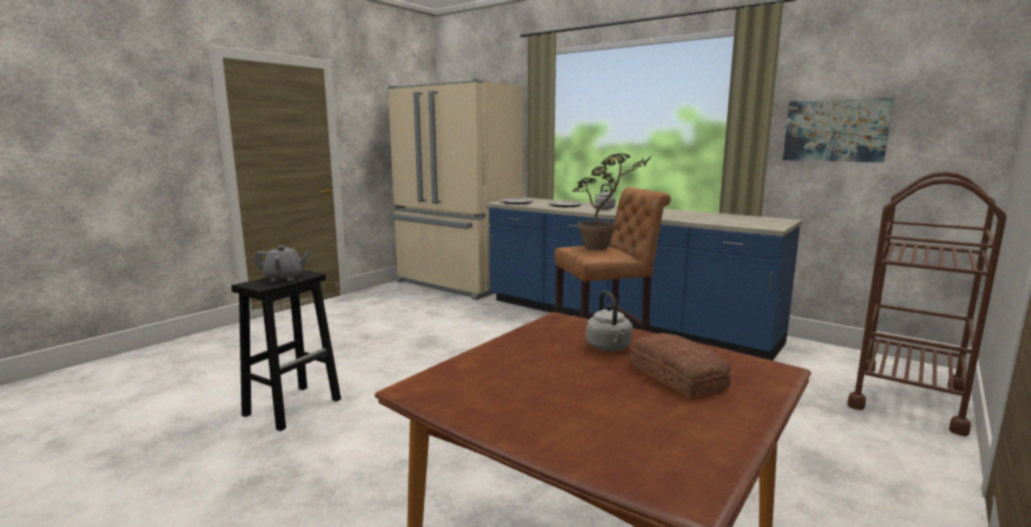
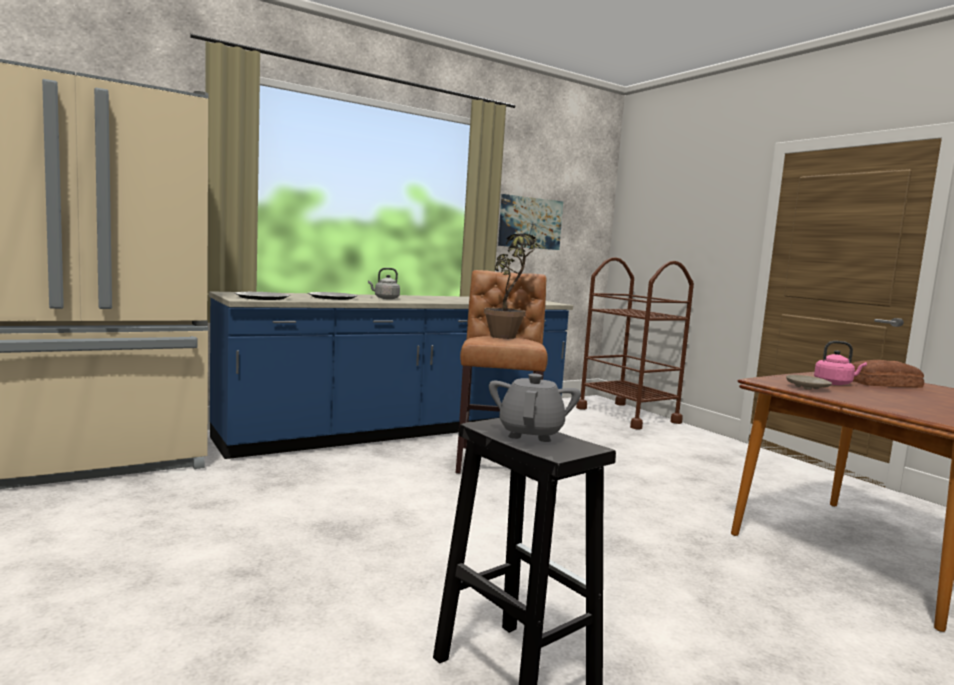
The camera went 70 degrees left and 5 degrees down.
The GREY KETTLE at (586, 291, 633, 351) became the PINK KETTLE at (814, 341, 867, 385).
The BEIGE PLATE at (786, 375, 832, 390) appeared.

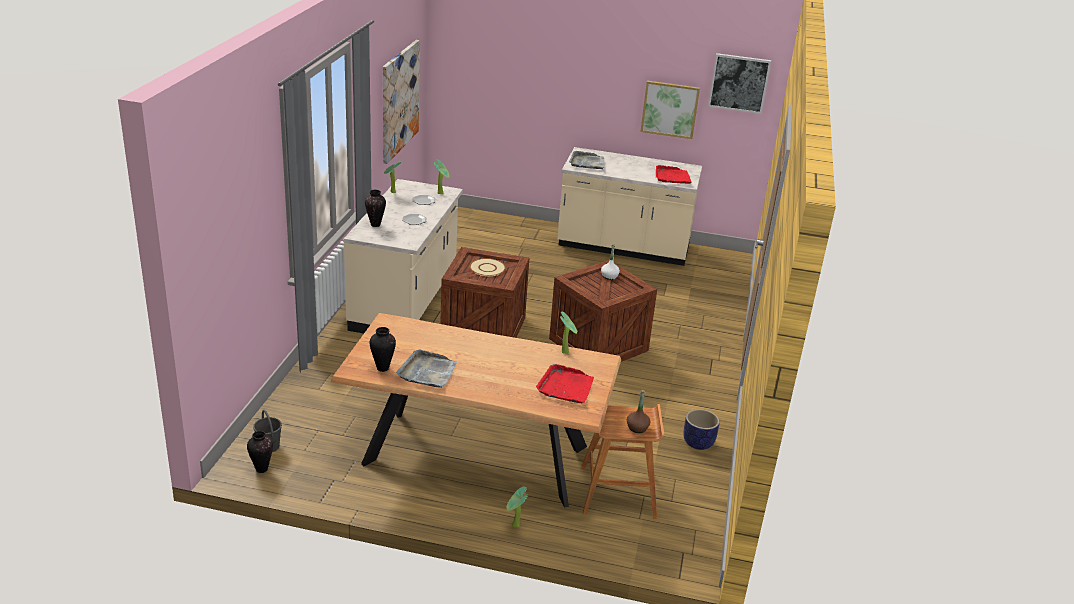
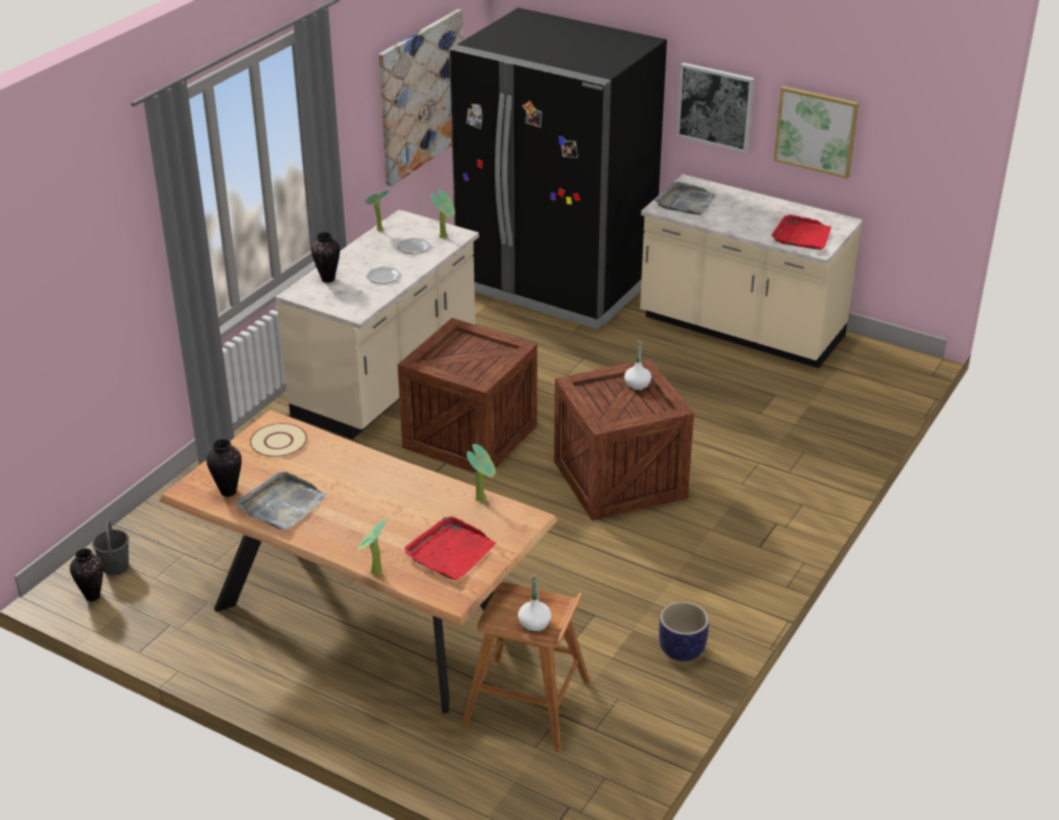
The camera went 20 degrees right and 5 degrees up.
The BEIGE PLATE moved from (470, 258, 506, 276) to (250, 423, 307, 457).
The POTTED PLANT moved from (506, 487, 528, 527) to (358, 520, 387, 576).
The BROWN BOTTLE at (627, 390, 651, 433) became the WHITE BOTTLE at (518, 574, 551, 632).
The PICTURE moved from (708, 53, 771, 114) to (676, 62, 755, 153).
The BLACK FRIDGE at (449, 8, 667, 329) appeared.

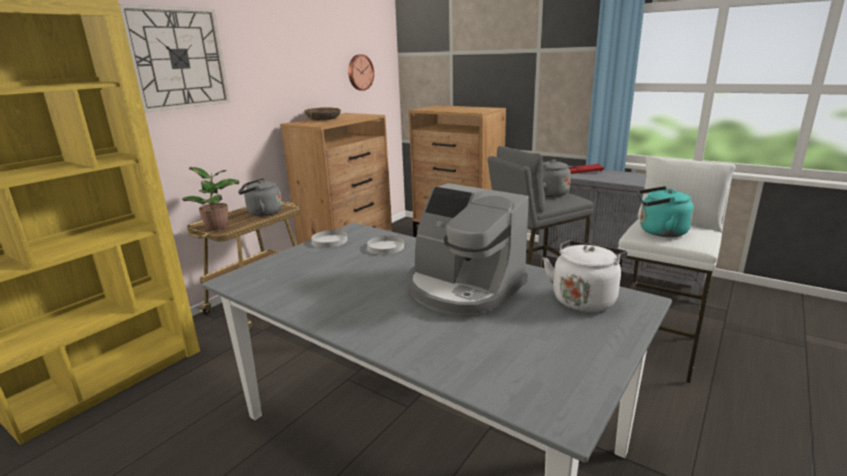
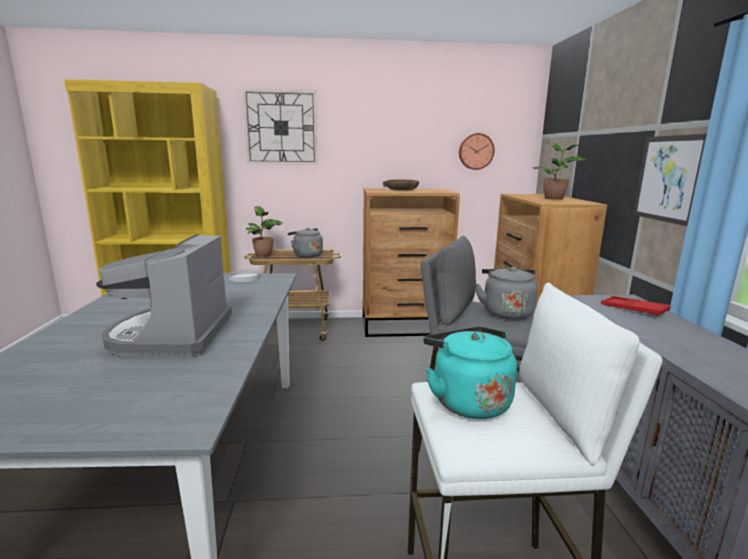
The camera went 50 degrees right and 5 degrees down.
The WHITE PLATE at (367, 236, 404, 255) disappeared.
The WHITE KETTLE at (543, 241, 628, 312) disappeared.
The POTTED PLANT at (533, 142, 587, 200) appeared.
The PICTURE at (633, 134, 707, 226) appeared.

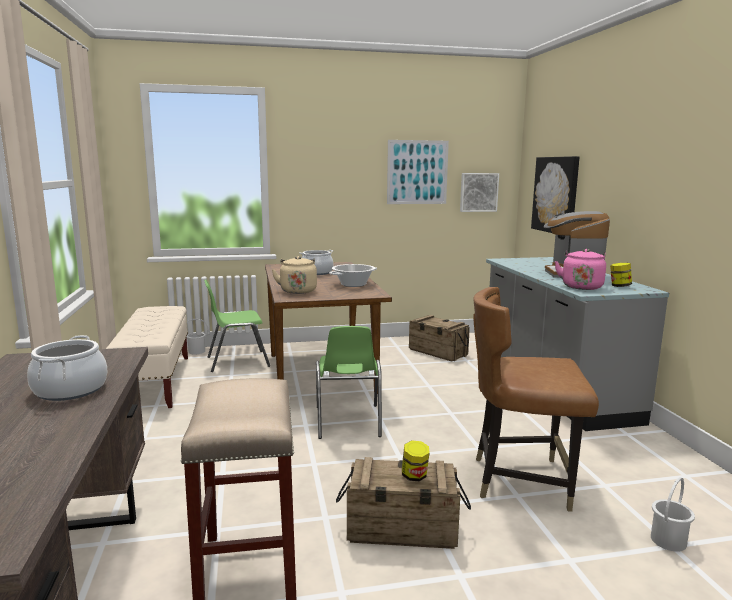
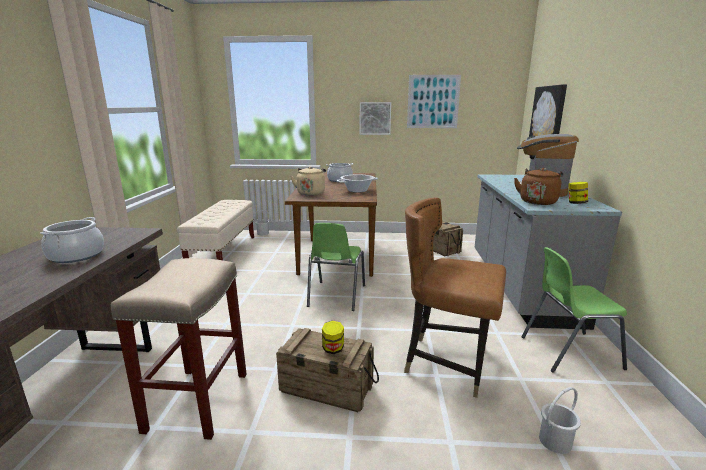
The camera went 15 degrees right and 5 degrees up.
The GREEN CHAIR moved from (204, 280, 270, 372) to (522, 247, 627, 373).
The PICTURE moved from (460, 173, 499, 212) to (360, 102, 391, 135).
The PINK KETTLE at (555, 249, 606, 290) became the BROWN KETTLE at (514, 168, 564, 205).

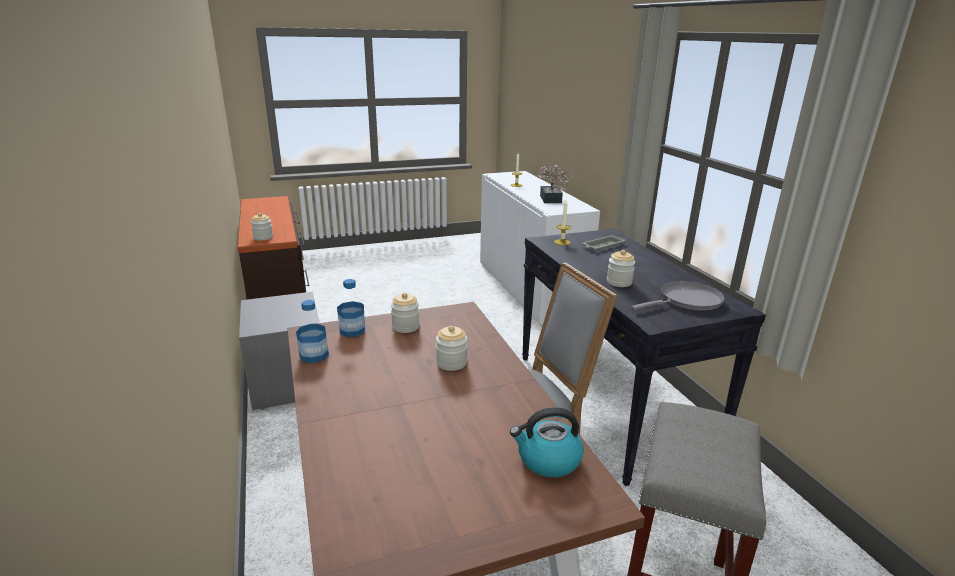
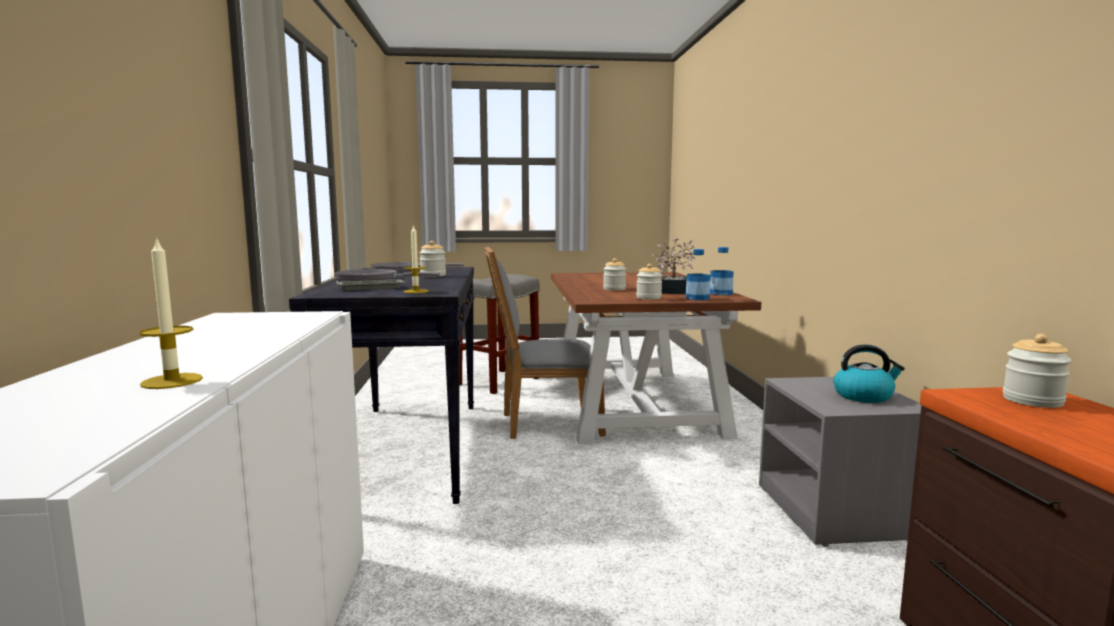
The camera went 165 degrees left and 15 degrees down.
The KETTLE moved from (510, 407, 584, 477) to (833, 345, 905, 403).
The POTTED PLANT moved from (537, 164, 572, 203) to (653, 238, 696, 294).
The GREY FRYING PAN at (335, 269, 440, 281) appeared.

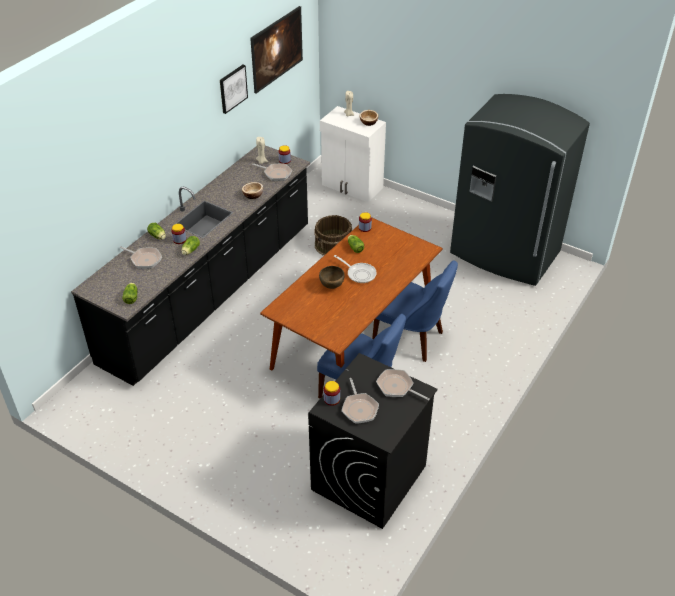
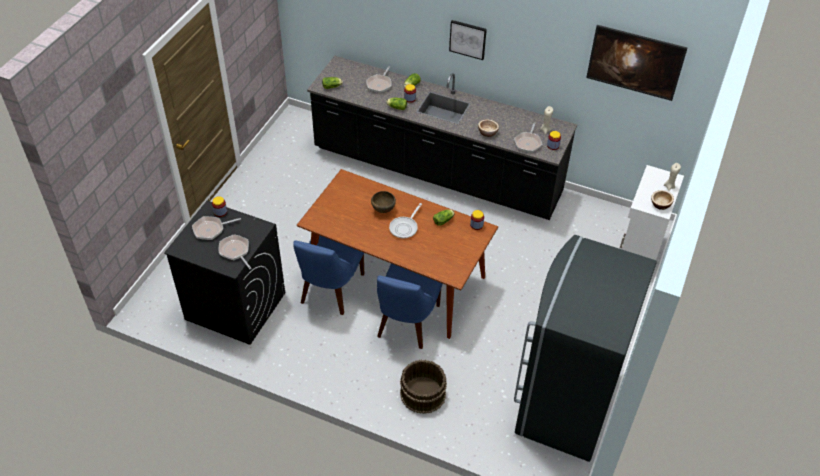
The camera went 80 degrees right and 5 degrees up.
The PICTURE moved from (220, 65, 248, 114) to (449, 20, 487, 60).
The BROWN BUCKET moved from (314, 215, 352, 255) to (400, 360, 447, 414).
The FRYING PAN at (376, 369, 430, 400) turned 60 degrees counterclockwise.

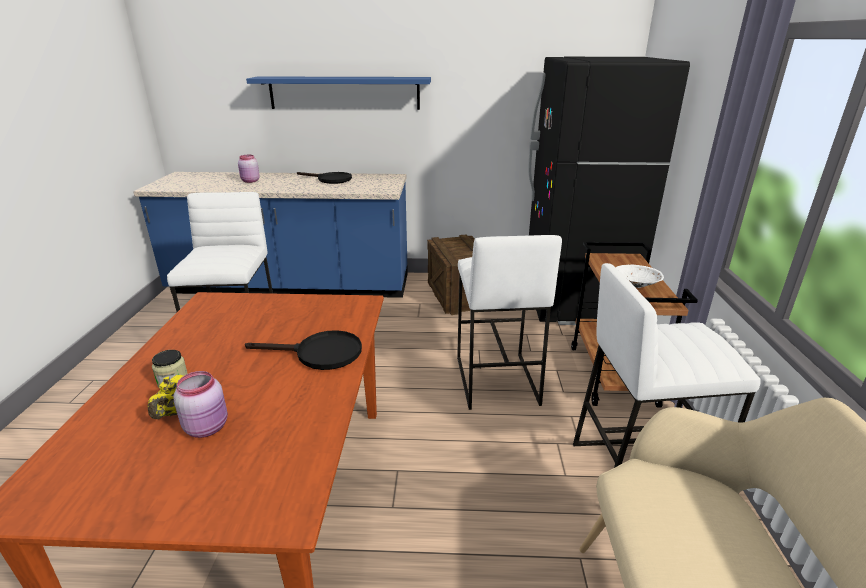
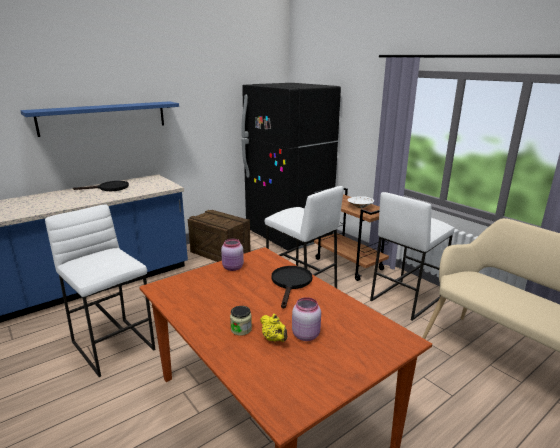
The camera went 40 degrees left and 5 degrees down.
The PINK JAR moved from (238, 155, 260, 183) to (221, 239, 244, 271).
The BLACK FRYING PAN at (245, 330, 362, 370) turned 45 degrees counterclockwise.

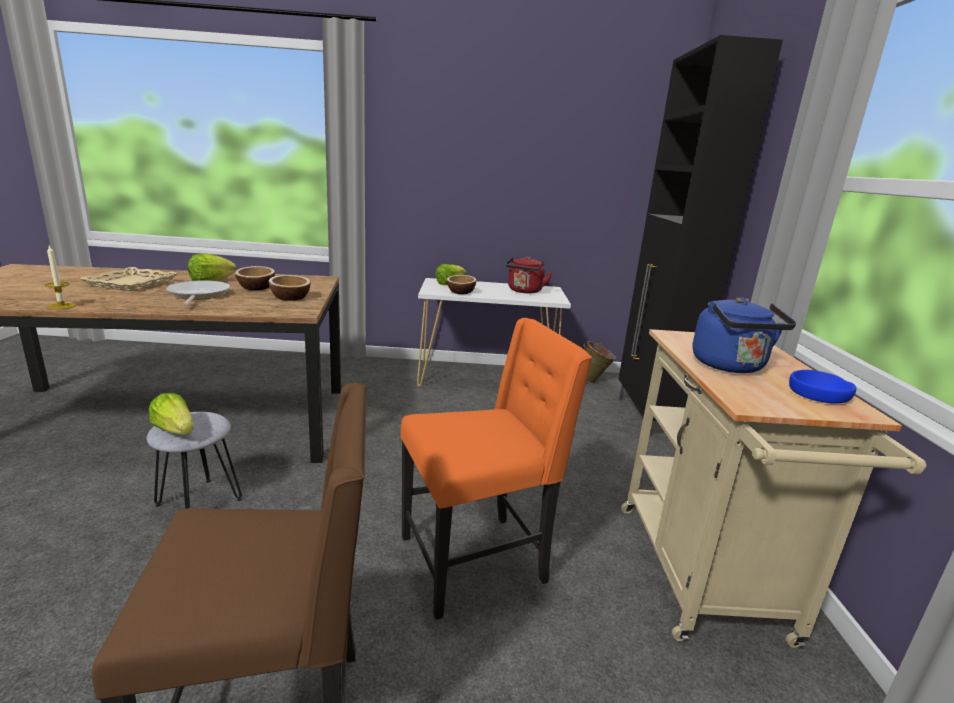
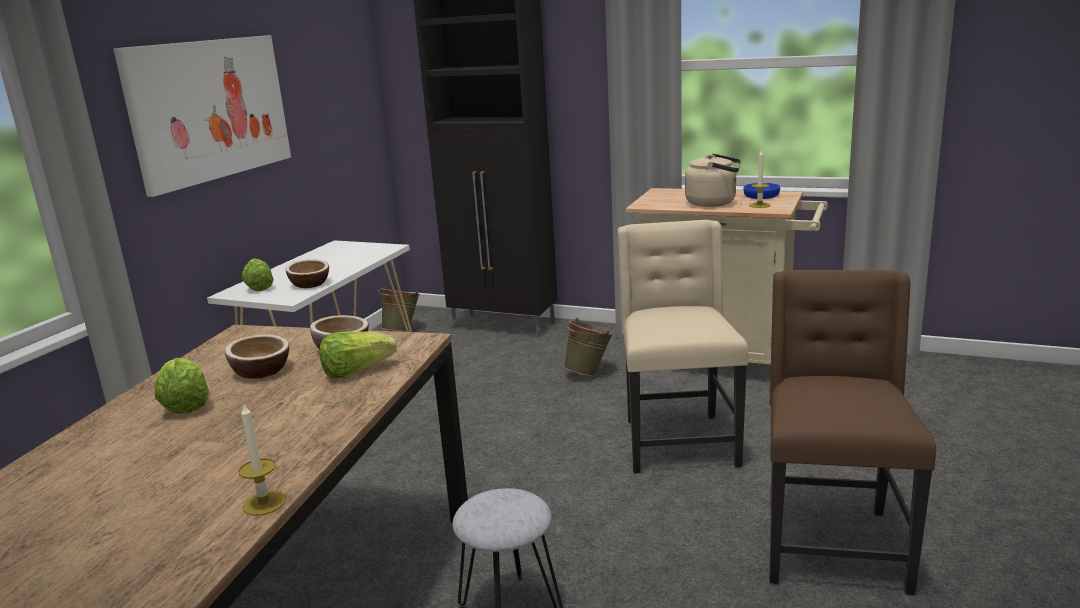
The camera went 65 degrees left and 0 degrees up.
The BEIGE TRAY at (80, 267, 178, 291) disappeared.
The LETTUCE moved from (149, 393, 193, 435) to (319, 331, 396, 379).
The FRYING PAN at (166, 280, 230, 306) disappeared.
The ORANGE CHAIR at (400, 318, 592, 620) became the BEIGE CHAIR at (618, 220, 748, 474).
The RED KETTLE at (506, 256, 552, 293) disappeared.
The BLUE KETTLE at (693, 297, 796, 373) became the BEIGE KETTLE at (685, 154, 741, 207).
The PICTURE at (113, 35, 291, 197) appeared.
The GREEN BUCKET at (564, 318, 614, 376) appeared.
The CANDLE at (749, 149, 771, 208) appeared.

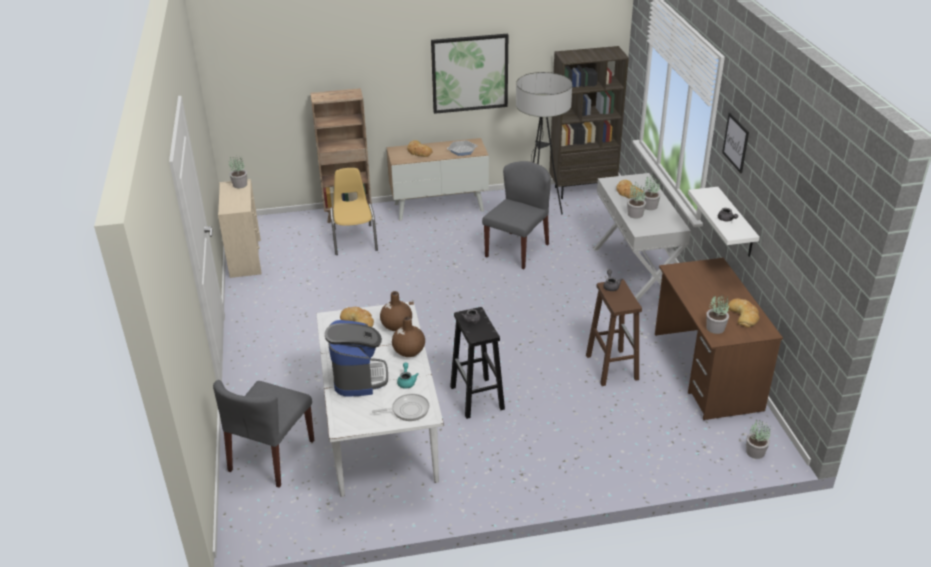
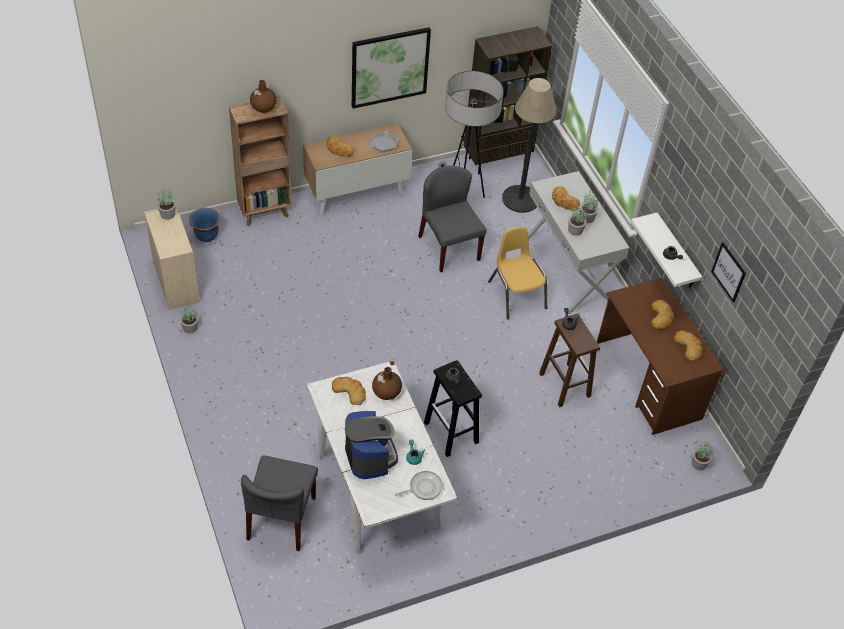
The camera went 15 degrees left and 15 degrees up.
The YELLOW CHAIR moved from (330, 168, 378, 255) to (488, 227, 547, 319).
The BROWN VASE moved from (392, 316, 425, 357) to (250, 80, 277, 113).
The GREY CHAIR at (482, 161, 551, 269) turned 45 degrees counterclockwise.
The POTTED PLANT moved from (706, 296, 729, 334) to (180, 306, 198, 334).
The PICTURE moved from (722, 113, 749, 173) to (711, 242, 746, 303).
The BLUE PLANTER at (189, 208, 221, 242) appeared.
The FLOOR LAMP at (502, 78, 556, 213) appeared.
The BREAD at (651, 300, 674, 329) appeared.

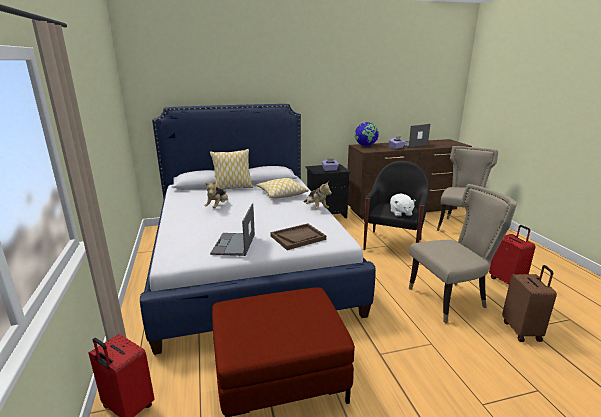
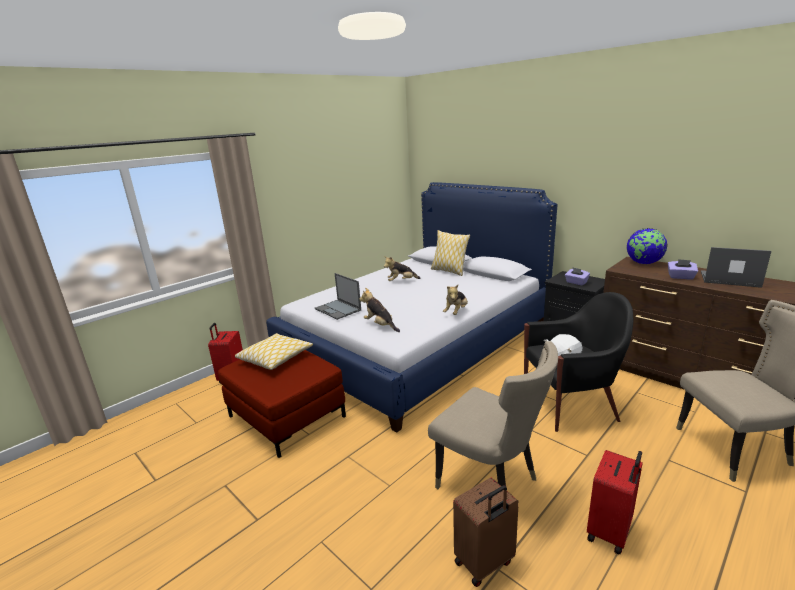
The camera went 60 degrees right and 0 degrees up.
The LAPTOP at (210, 203, 255, 256) turned 105 degrees counterclockwise.
The PILLOW moved from (256, 178, 309, 198) to (235, 333, 313, 370).
The BROWN TRAY at (270, 223, 326, 250) was replaced by the PLUSH TOY at (359, 288, 400, 332).

